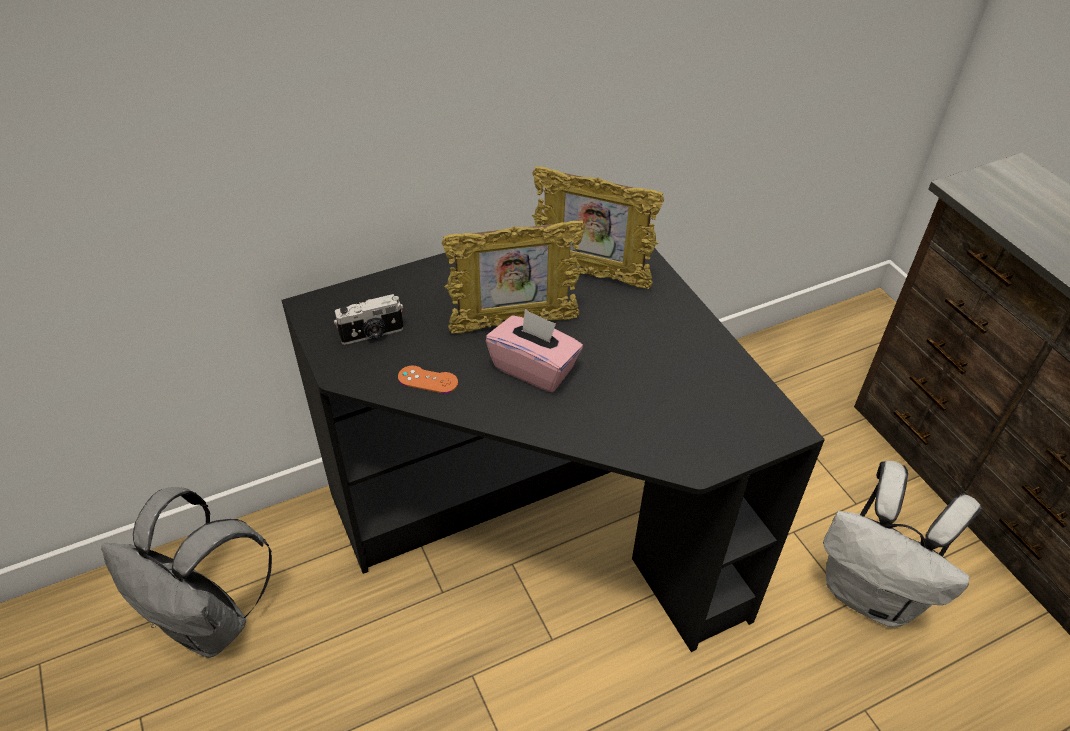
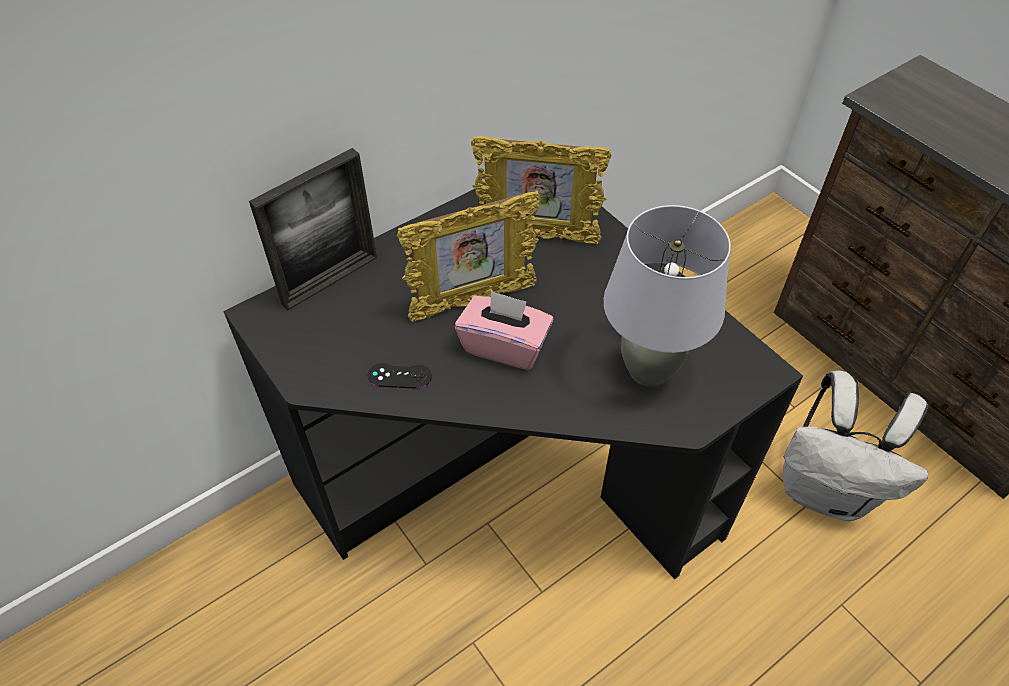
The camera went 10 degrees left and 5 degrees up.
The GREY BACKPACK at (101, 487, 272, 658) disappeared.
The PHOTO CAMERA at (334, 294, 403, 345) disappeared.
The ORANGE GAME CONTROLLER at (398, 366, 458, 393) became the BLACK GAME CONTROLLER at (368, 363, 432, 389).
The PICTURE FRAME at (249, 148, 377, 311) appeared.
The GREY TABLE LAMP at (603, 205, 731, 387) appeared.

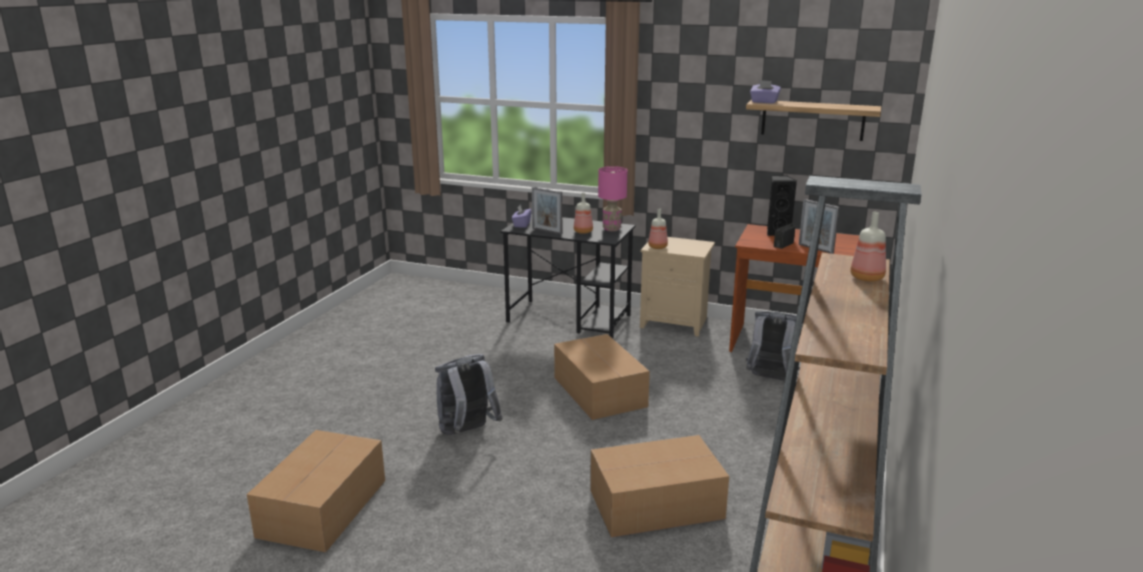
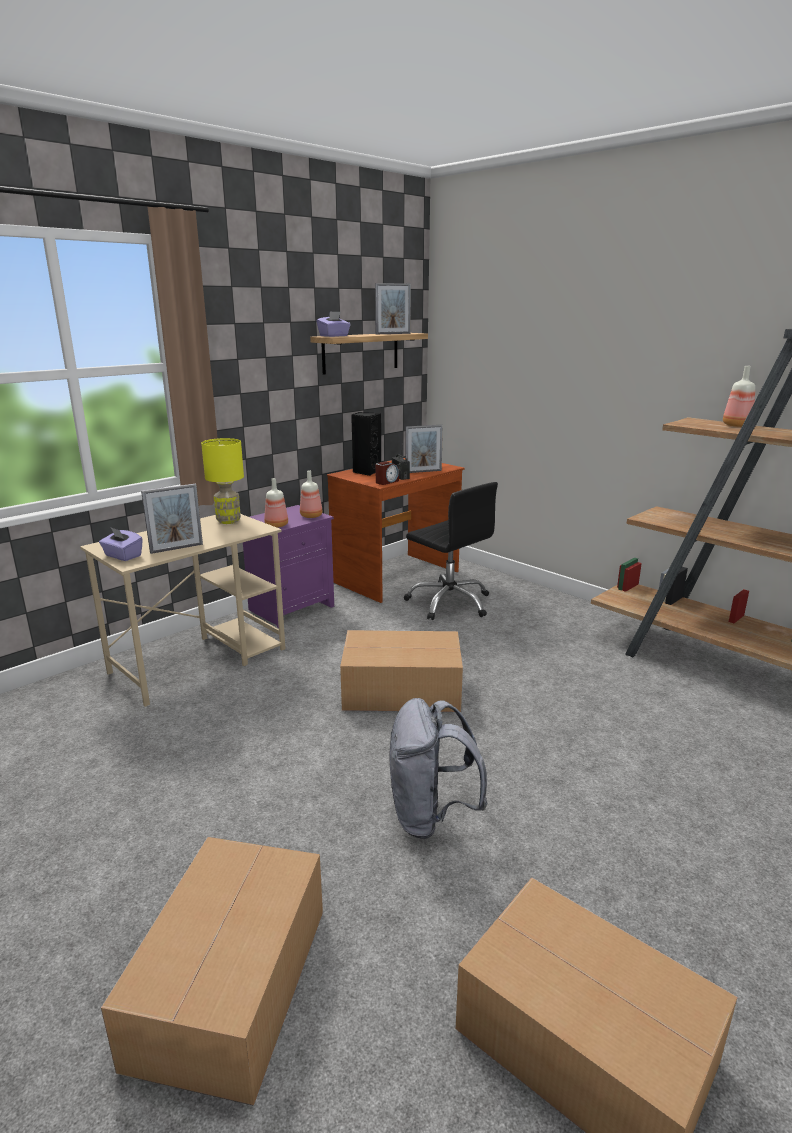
The camera went 65 degrees left and 0 degrees up.
The BLACK DESK at (500, 214, 635, 339) became the BEIGE DESK at (80, 514, 286, 707).
The BOTTLE moved from (574, 193, 593, 234) to (300, 471, 323, 518).
The CARDBOARD BOX moved from (590, 435, 729, 537) to (101, 837, 323, 1106).
The PINK TABLE LAMP at (598, 166, 627, 231) became the YELLOW TABLE LAMP at (201, 438, 244, 524).
The BEIGE NIGHTSTAND at (640, 237, 715, 337) became the PURPLE NIGHTSTAND at (243, 505, 334, 628).
The GREY BACKPACK at (746, 312, 800, 381) was replaced by the BLACK OFFICE CHAIR at (404, 482, 498, 620).
The PICTURE FRAME at (375, 283, 411, 334) appeared.
The ALARM CLOCK at (375, 461, 399, 485) appeared.

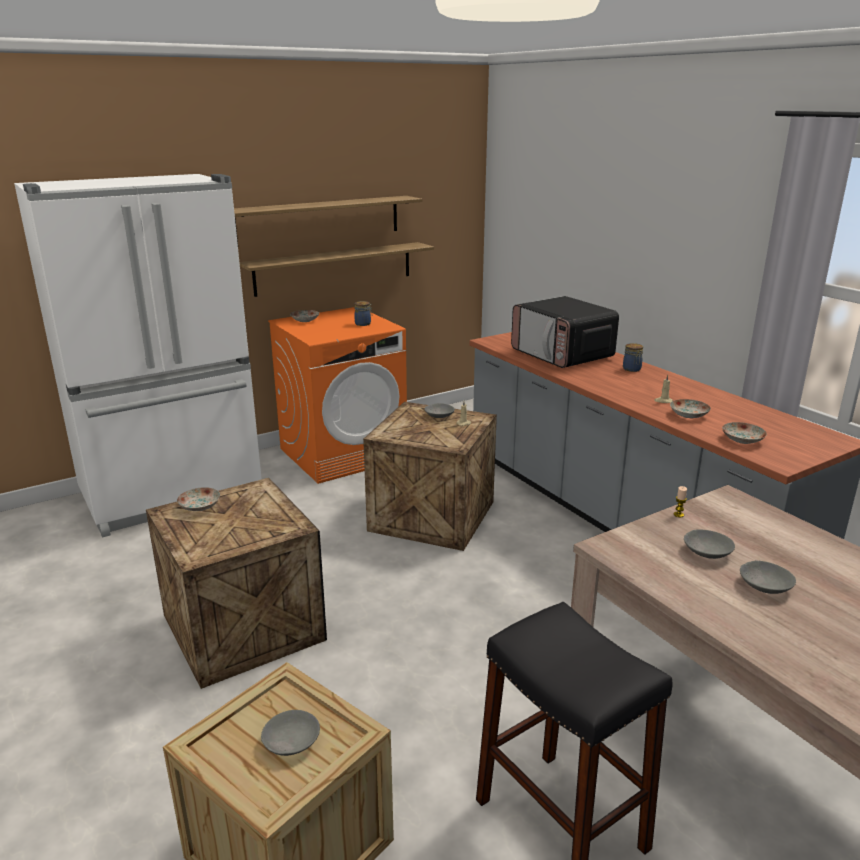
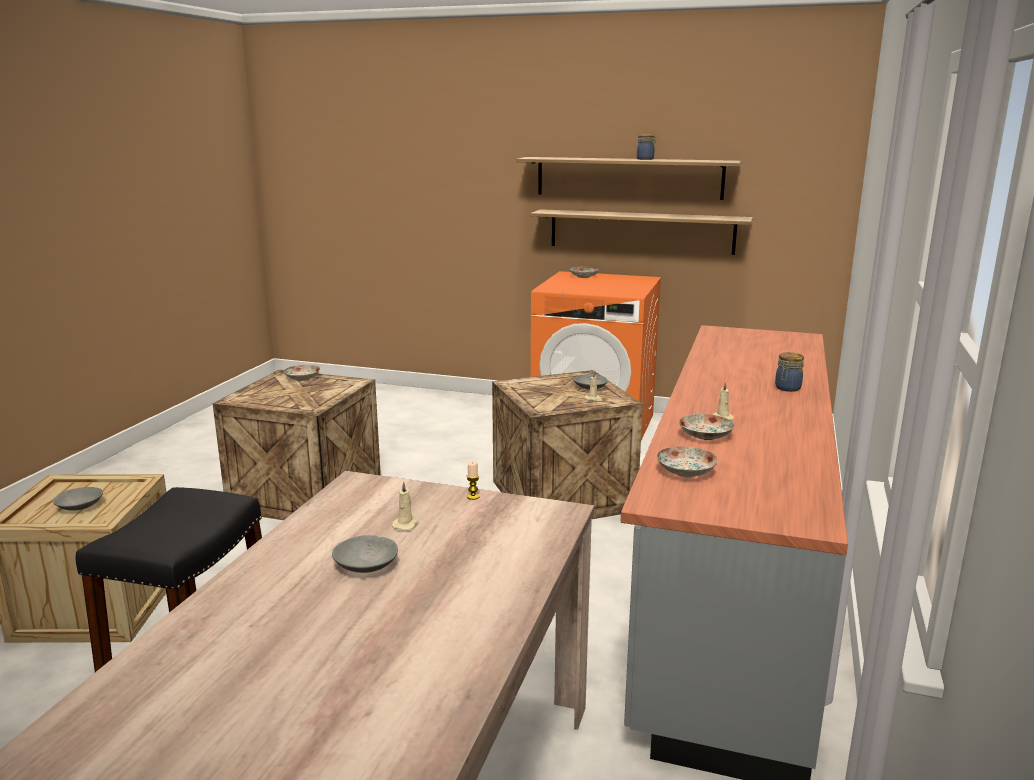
The camera went 50 degrees right and 5 degrees down.
The WHITE FRIDGE at (14, 174, 262, 538) disappeared.
The JAR moved from (354, 301, 373, 326) to (637, 134, 656, 160).
The MICROWAVE at (511, 296, 619, 368) disappeared.
The GREY BOWL at (684, 529, 735, 559) was replaced by the BEIGE CANDLE at (392, 481, 419, 531).

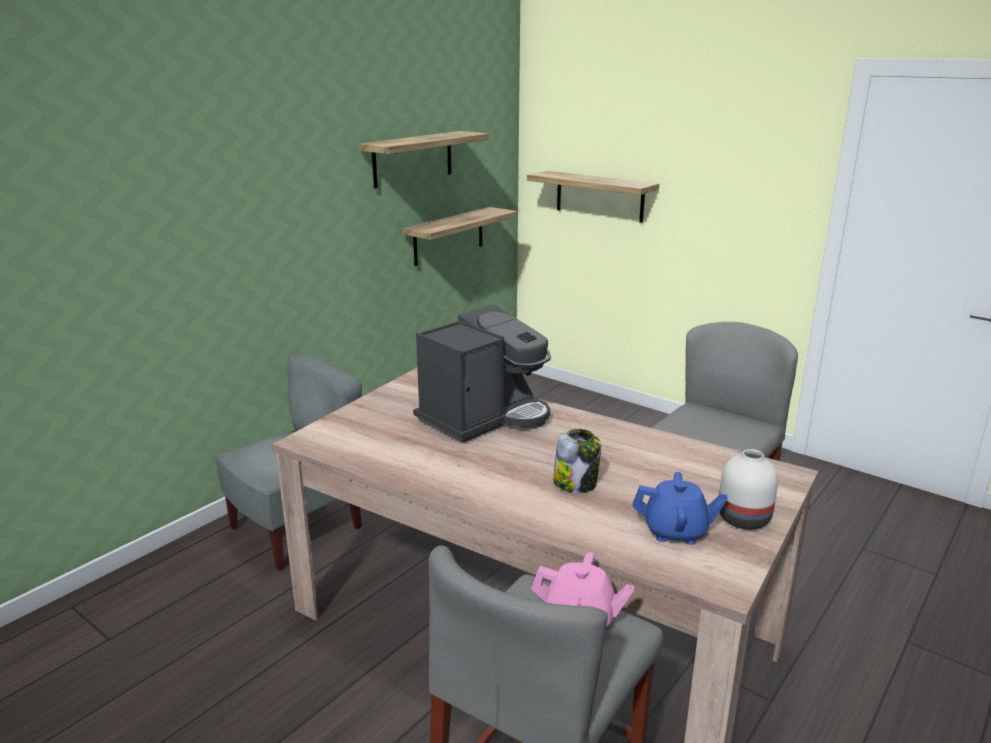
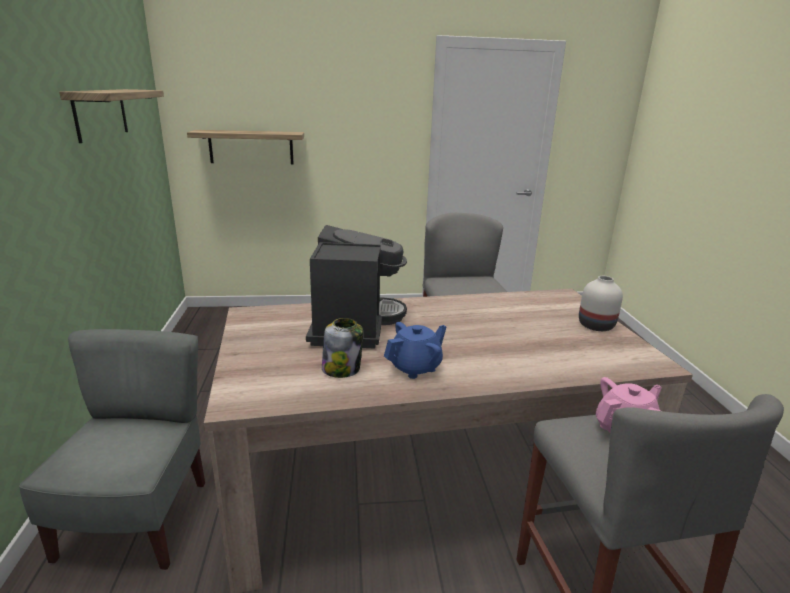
The camera went 45 degrees left and 0 degrees up.
The SHELF at (402, 207, 517, 266) disappeared.
The JAR moved from (553, 429, 601, 493) to (322, 318, 363, 378).
The BLUE TEAPOT moved from (633, 472, 728, 545) to (384, 322, 446, 379).

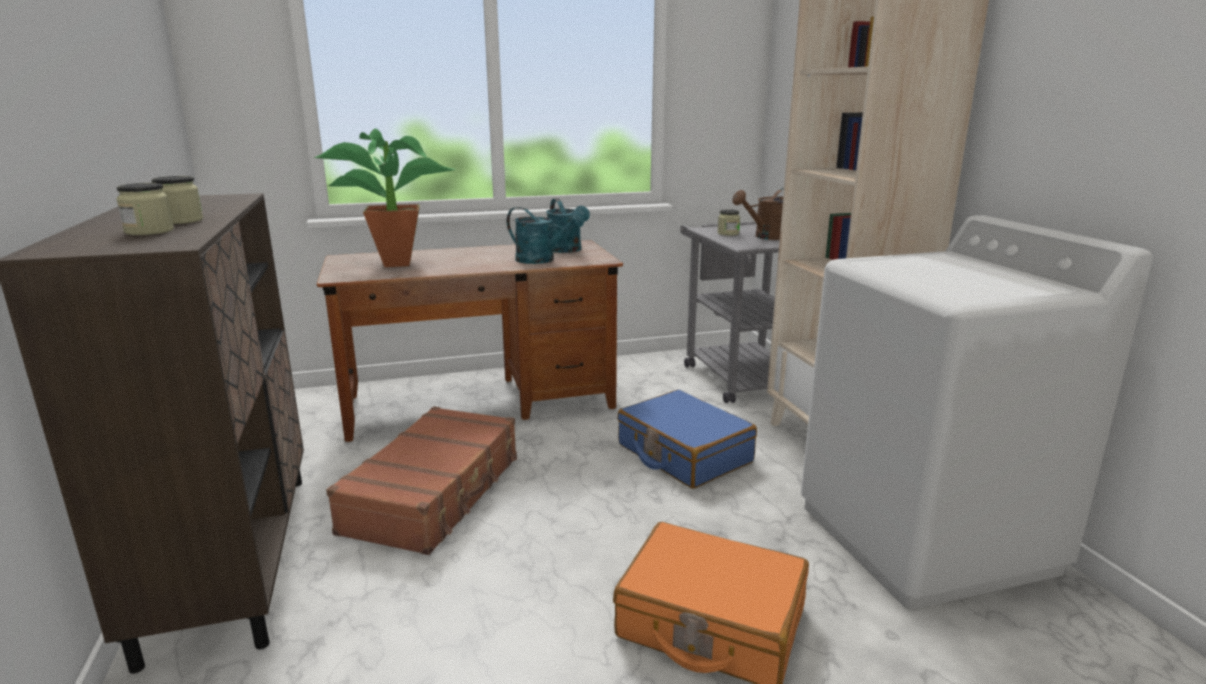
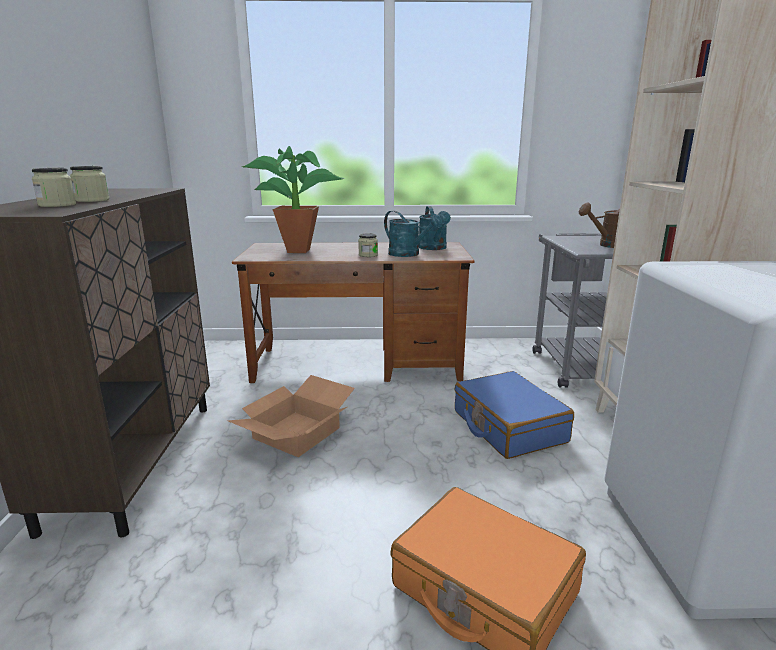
The camera went 15 degrees right and 0 degrees up.
The BROWN SUITCASE at (326, 406, 517, 555) was replaced by the CARDBOARD BOX at (228, 375, 355, 457).
The JAR moved from (717, 209, 740, 236) to (358, 233, 378, 257).

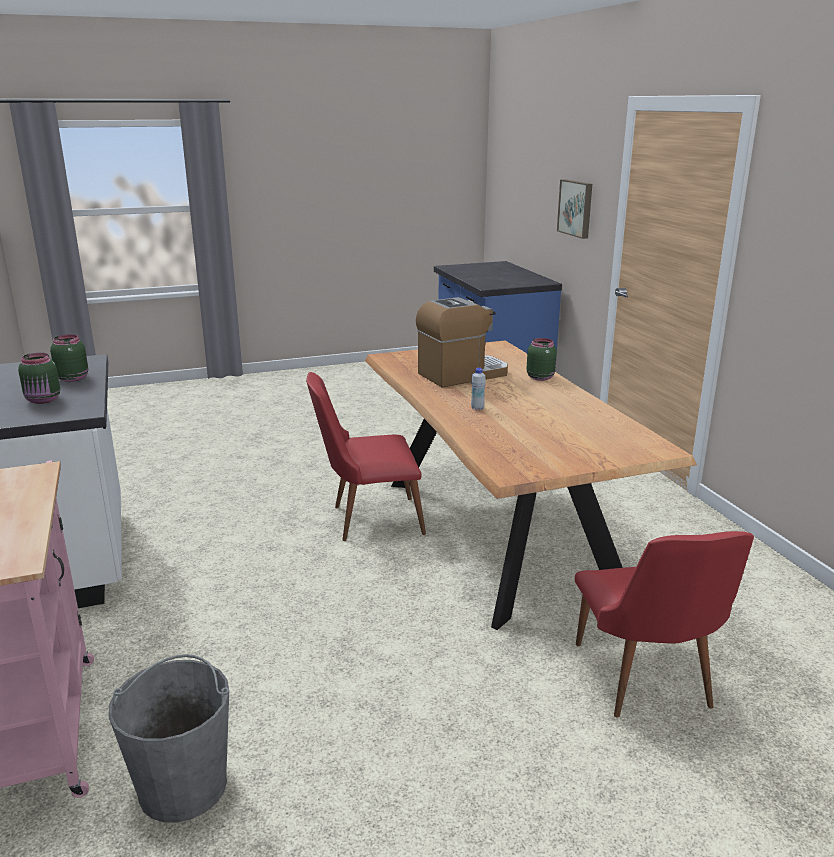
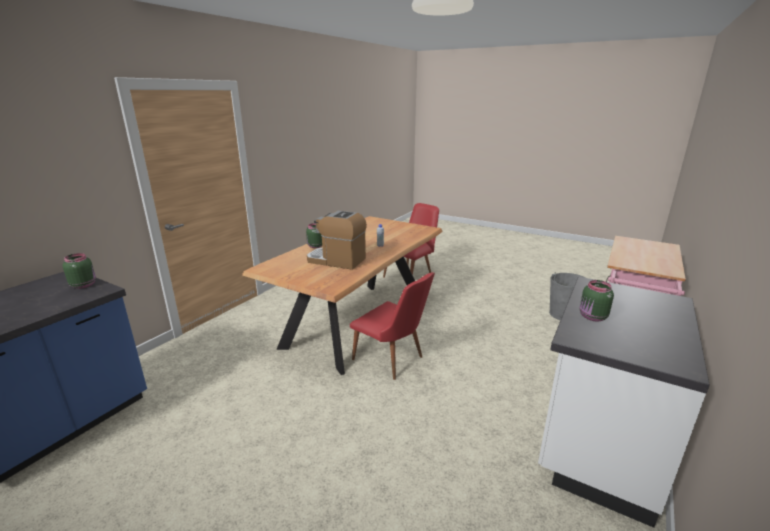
The camera went 130 degrees left and 0 degrees up.
The GREEN JAR moved from (18, 353, 60, 404) to (63, 253, 96, 289).
The PICTURE at (557, 179, 592, 239) disappeared.

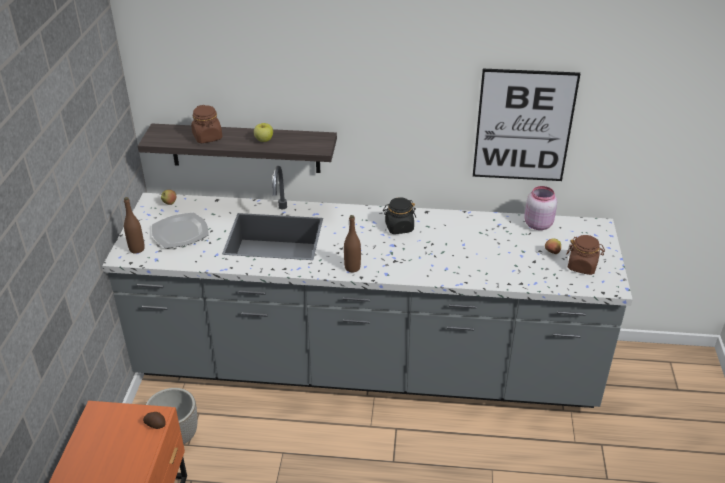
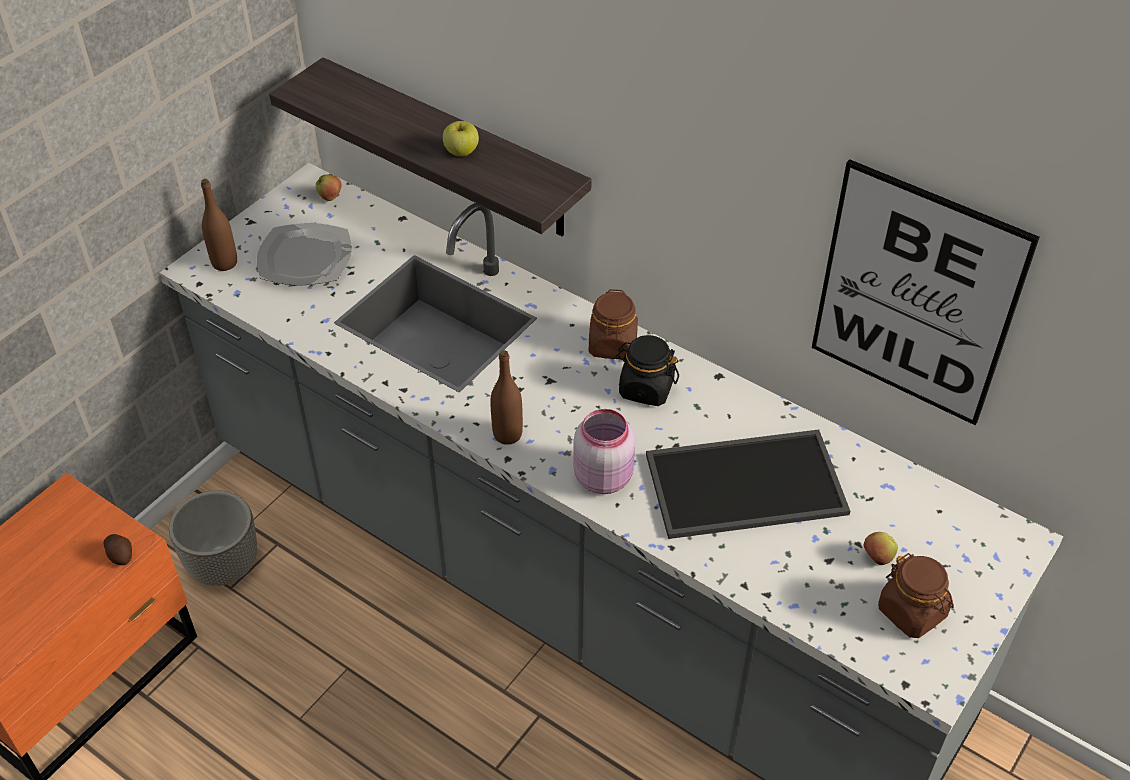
The camera went 30 degrees right and 10 degrees up.
The BROWN JAR moved from (191, 105, 222, 143) to (589, 289, 638, 359).
The PINK JAR moved from (524, 186, 557, 230) to (573, 409, 635, 494).
The TRAY at (646, 430, 850, 539) appeared.

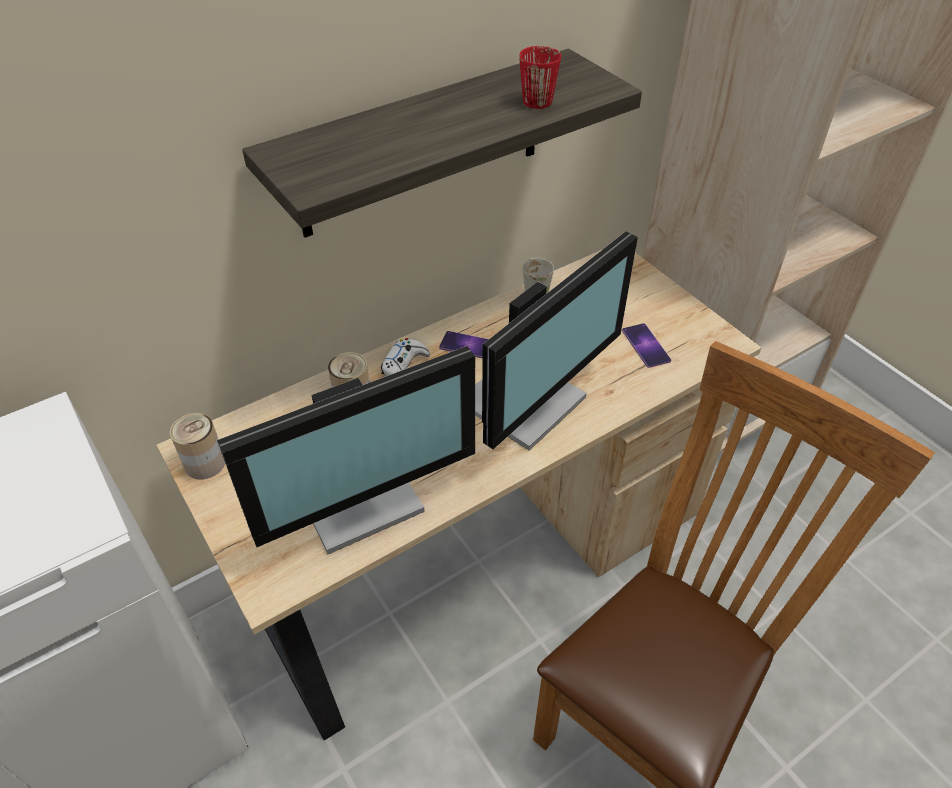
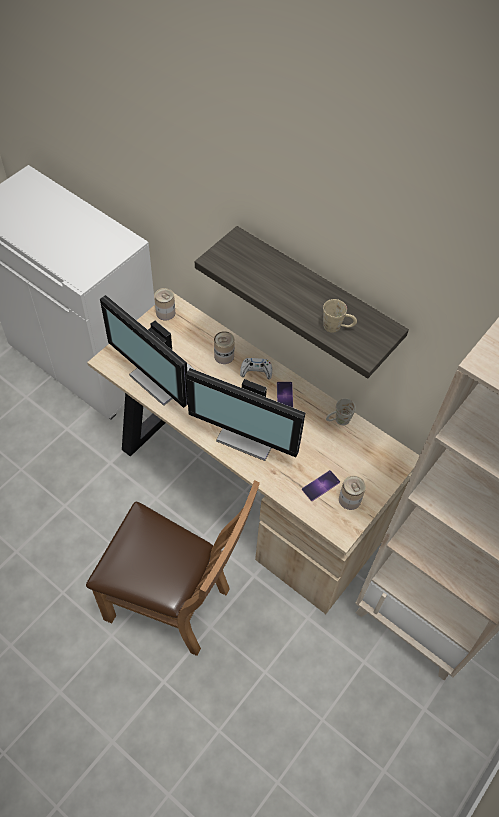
The camera went 70 degrees right and 10 degrees up.
The RED MUG at (519, 46, 561, 109) became the BEIGE MUG at (323, 299, 357, 333).
The CAN at (339, 476, 366, 510) appeared.

